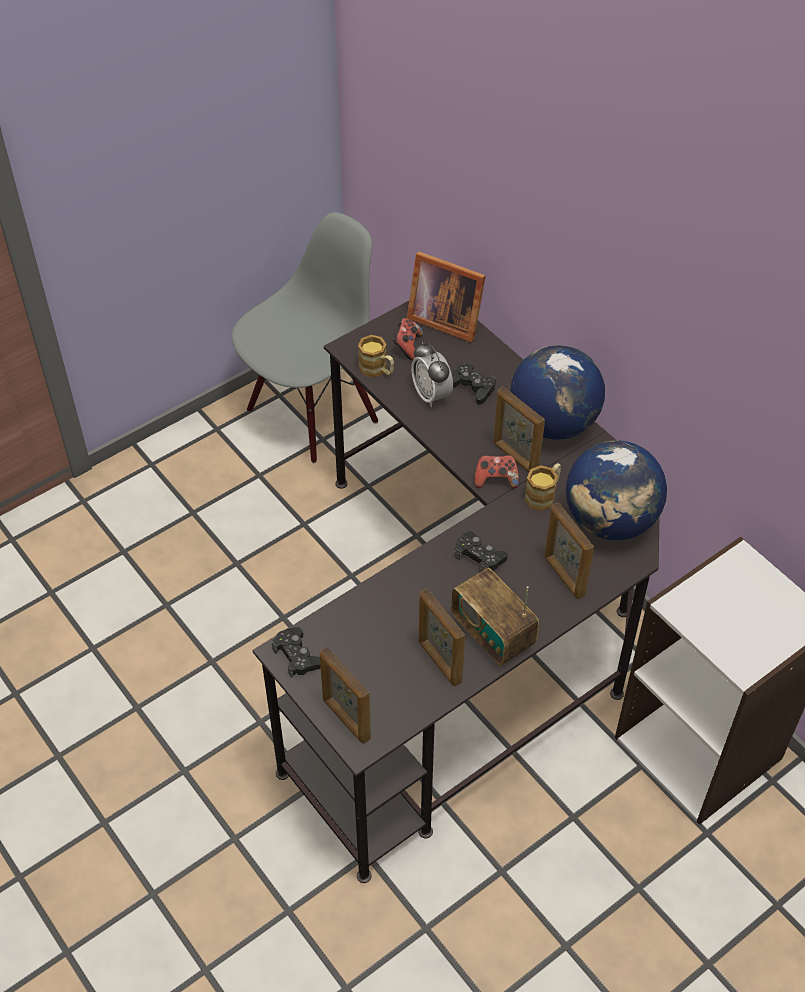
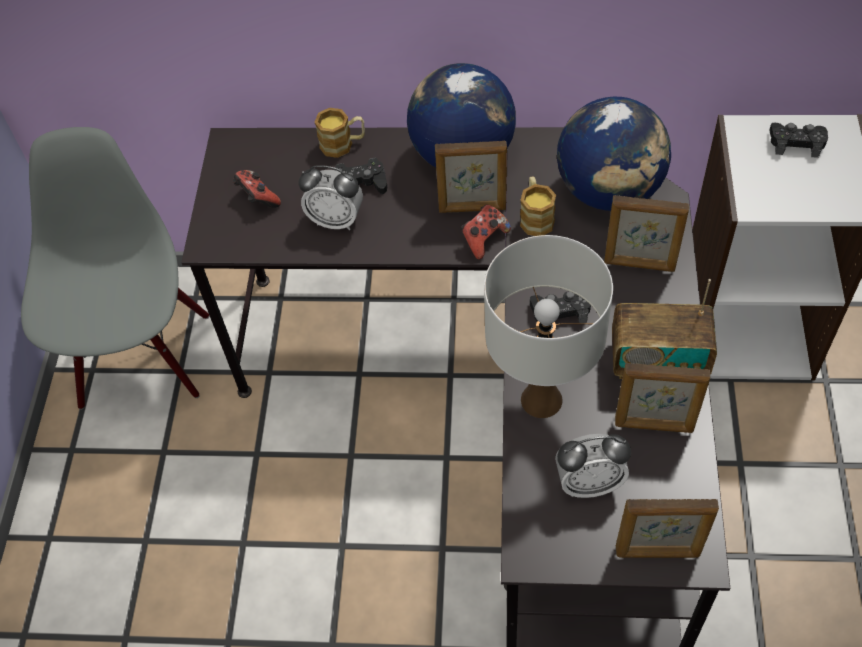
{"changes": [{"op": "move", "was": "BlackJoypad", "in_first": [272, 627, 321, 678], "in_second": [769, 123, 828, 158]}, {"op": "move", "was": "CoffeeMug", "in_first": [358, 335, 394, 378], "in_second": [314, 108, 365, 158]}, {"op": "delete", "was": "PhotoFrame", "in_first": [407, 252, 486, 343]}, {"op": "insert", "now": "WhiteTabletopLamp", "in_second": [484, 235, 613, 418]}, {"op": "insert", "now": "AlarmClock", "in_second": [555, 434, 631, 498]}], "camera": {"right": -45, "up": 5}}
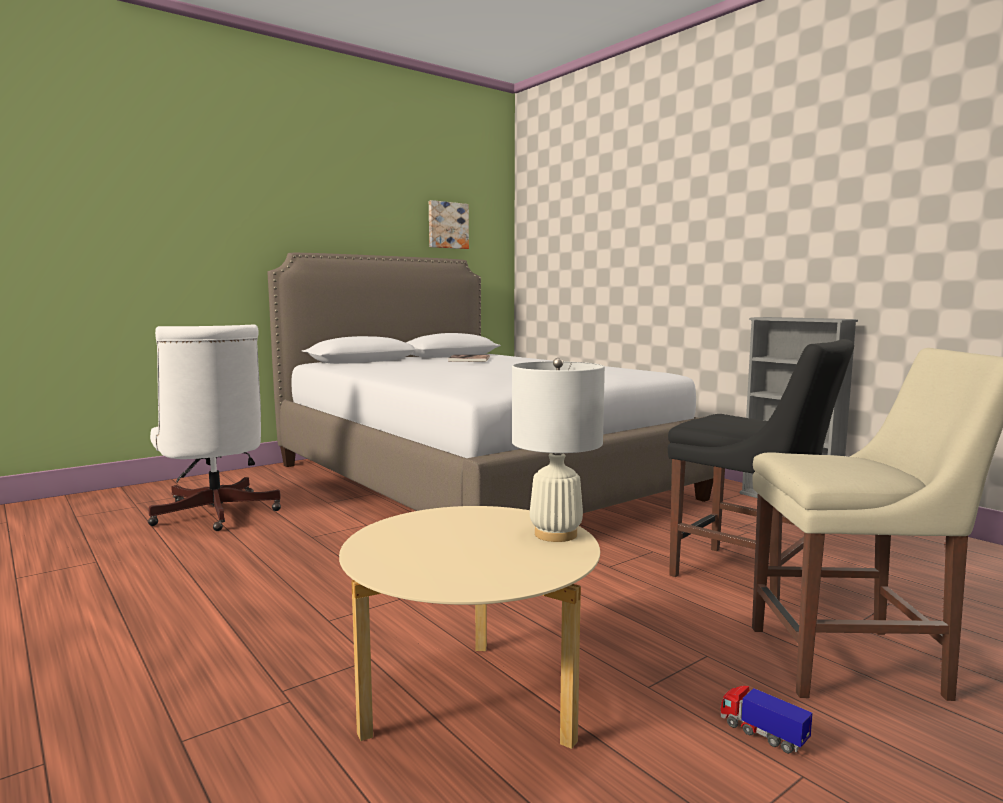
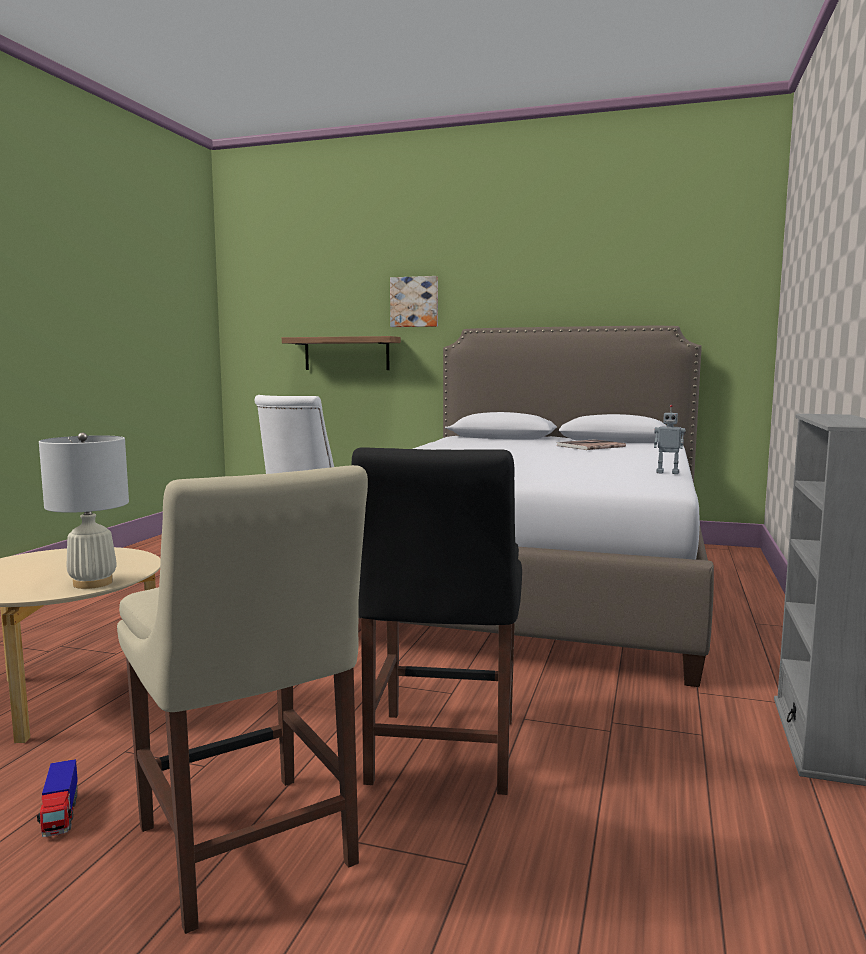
{"changes": [{"op": "move", "was": "WallArt", "in_first": [429, 200, 469, 249], "in_second": [390, 276, 438, 327]}, {"op": "rotate", "was": "ToyLorry", "in_first": [721, 686, 813, 754], "in_second": [37, 759, 78, 837], "clockwise": 150}, {"op": "insert", "now": "Shelf", "in_second": [282, 336, 401, 370]}, {"op": "insert", "now": "ModelRobot", "in_second": [654, 405, 686, 474]}], "camera": {"right": 55, "up": 0}}
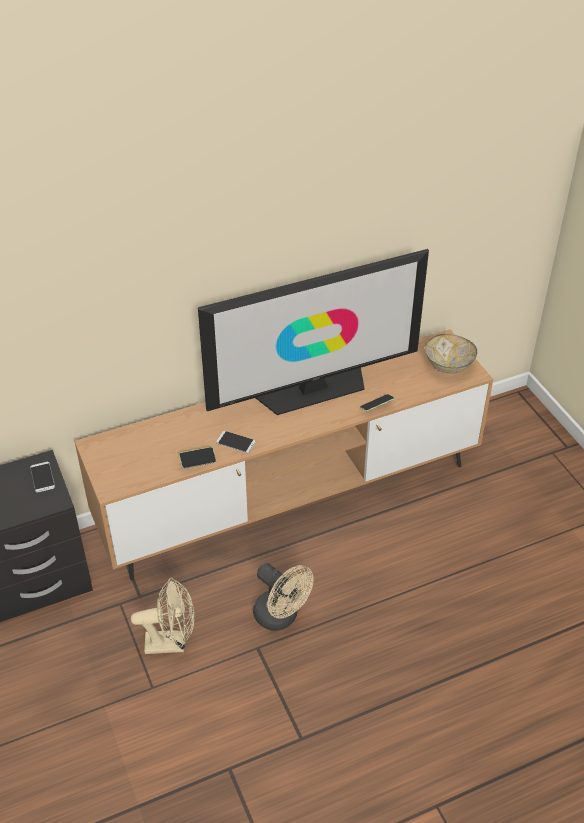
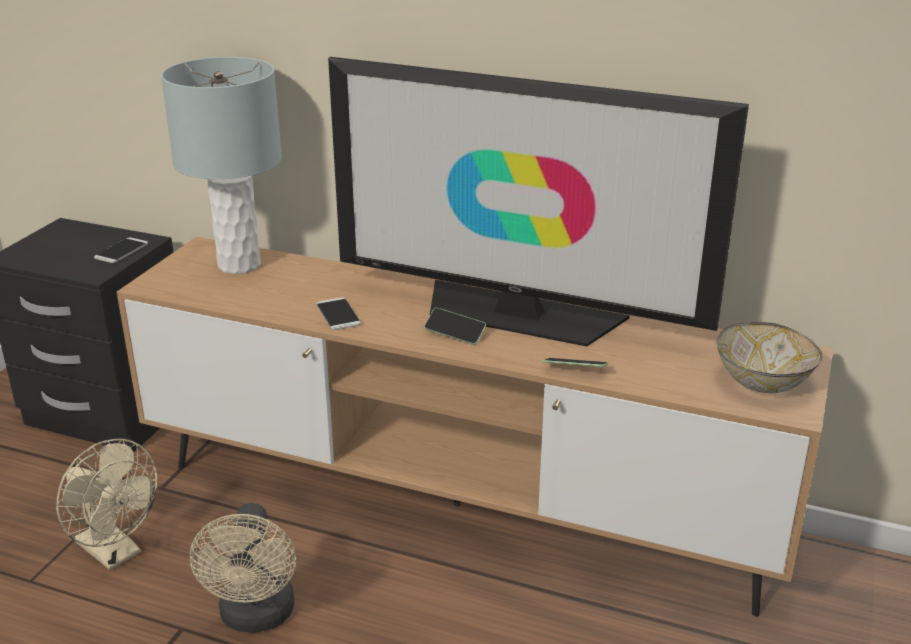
{"changes": [{"op": "move", "was": "Phone", "in_first": [179, 447, 216, 469], "in_second": [424, 308, 486, 345]}, {"op": "insert", "now": "GrayTabletopLamp", "in_second": [161, 57, 282, 274]}], "camera": {"right": 45, "up": -15}}
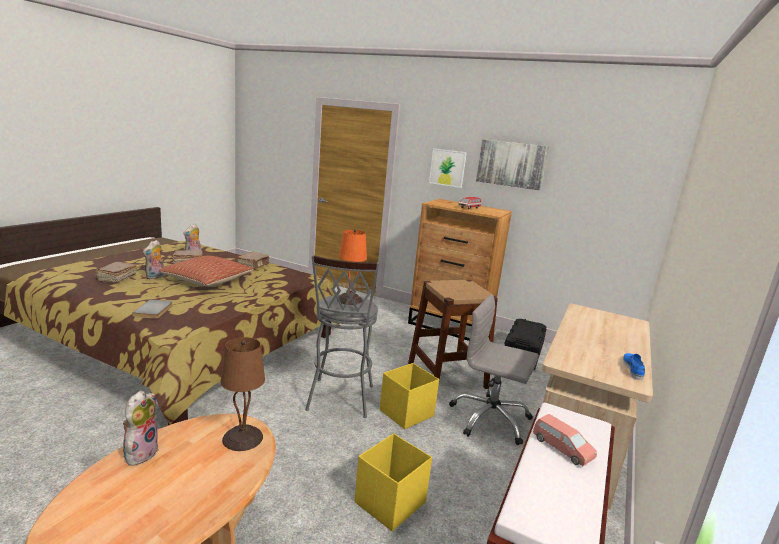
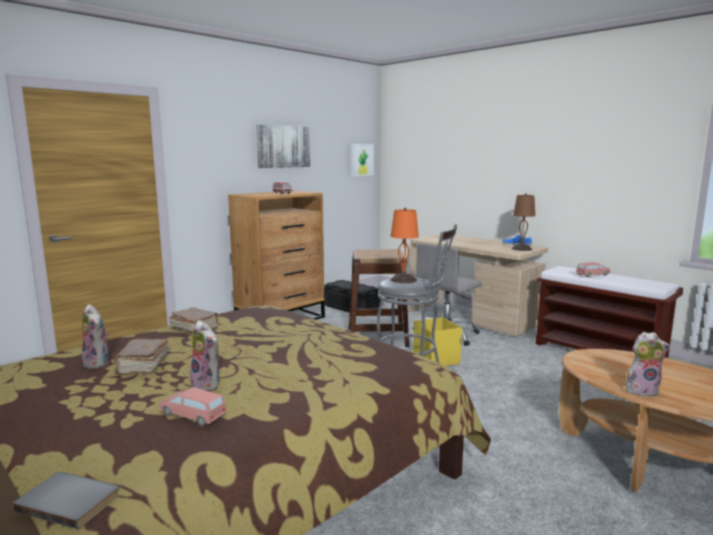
{"changes": [{"op": "replace", "was": "BrownishBook", "now": "PinkMiniatureCar", "in_first": [95, 262, 137, 284], "in_second": [159, 387, 226, 426]}, {"op": "rotate", "was": "CuddlyToy", "in_first": [123, 390, 159, 466], "in_second": [626, 332, 670, 397], "clockwise": 150}, {"op": "move", "was": "GrayBook", "in_first": [132, 299, 173, 319], "in_second": [12, 472, 119, 529]}, {"op": "delete", "was": "Cushion", "in_first": [159, 256, 254, 287]}, {"op": "move", "was": "BrownishTabletopLamp", "in_first": [220, 337, 265, 451], "in_second": [511, 193, 535, 251]}, {"op": "delete", "was": "YellowishStorageBin", "in_first": [355, 433, 432, 531]}, {"op": "move", "was": "WallArt", "in_first": [429, 148, 467, 188], "in_second": [351, 144, 374, 176]}], "camera": {"right": -70, "up": -5}}
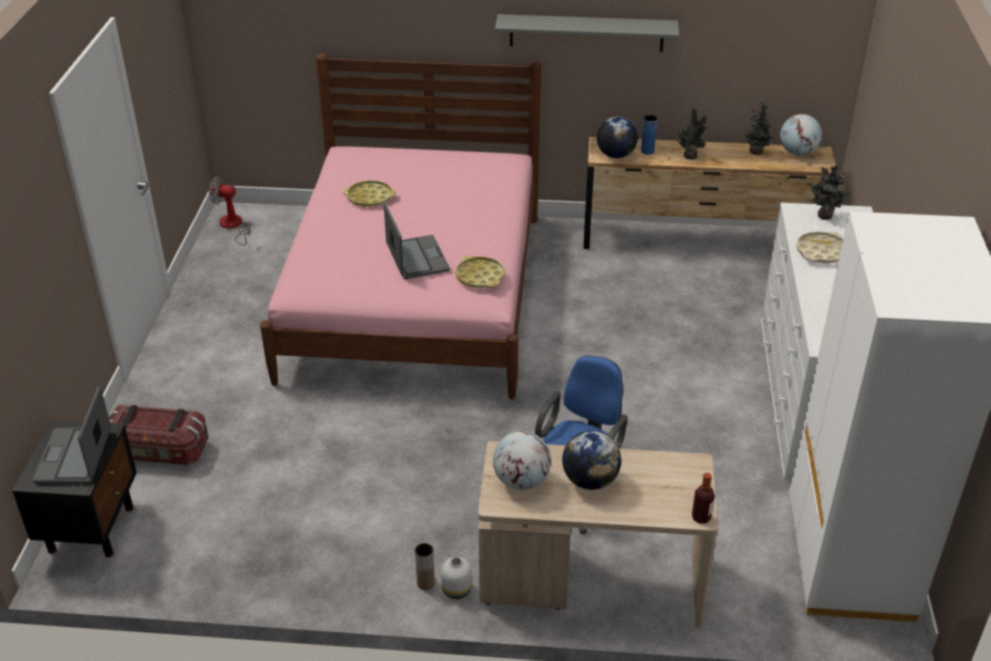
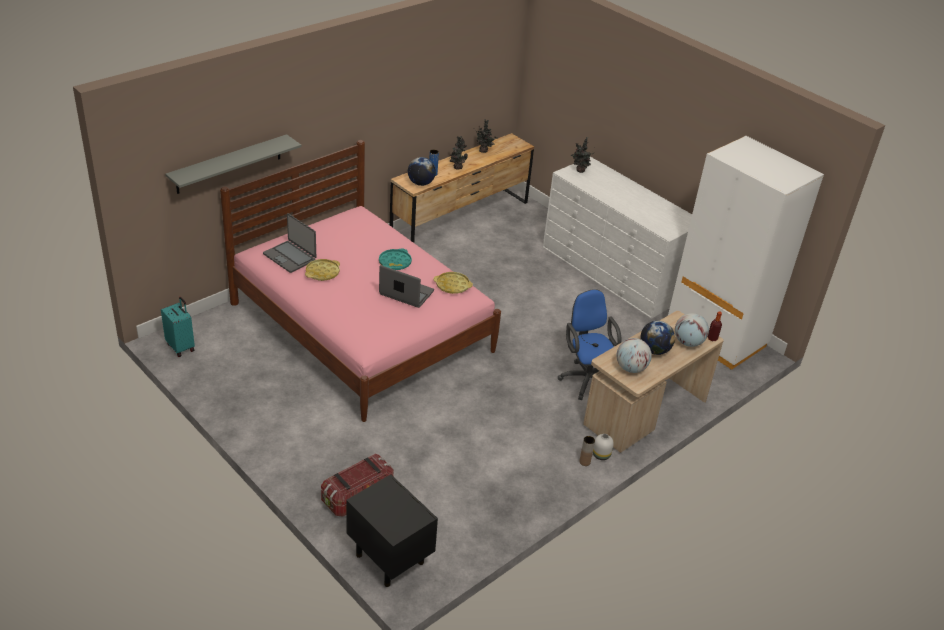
{"changes": [{"op": "move", "was": "PortableComputer", "in_first": [33, 386, 111, 484], "in_second": [263, 213, 316, 273]}, {"op": "replace", "was": "Fan", "now": "TurquoiseTravelCase", "in_first": [209, 176, 251, 246], "in_second": [161, 297, 195, 357]}, {"op": "move", "was": "GrayShelf", "in_first": [495, 14, 679, 52], "in_second": [165, 134, 301, 194]}, {"op": "move", "was": "Globe", "in_first": [780, 114, 822, 155], "in_second": [675, 313, 709, 347]}, {"op": "delete", "was": "BeigeColouredServingTray", "in_first": [796, 231, 843, 263]}, {"op": "insert", "now": "TurquoiseServingTray", "in_second": [379, 248, 412, 270]}], "camera": {"right": -50, "up": 0}}
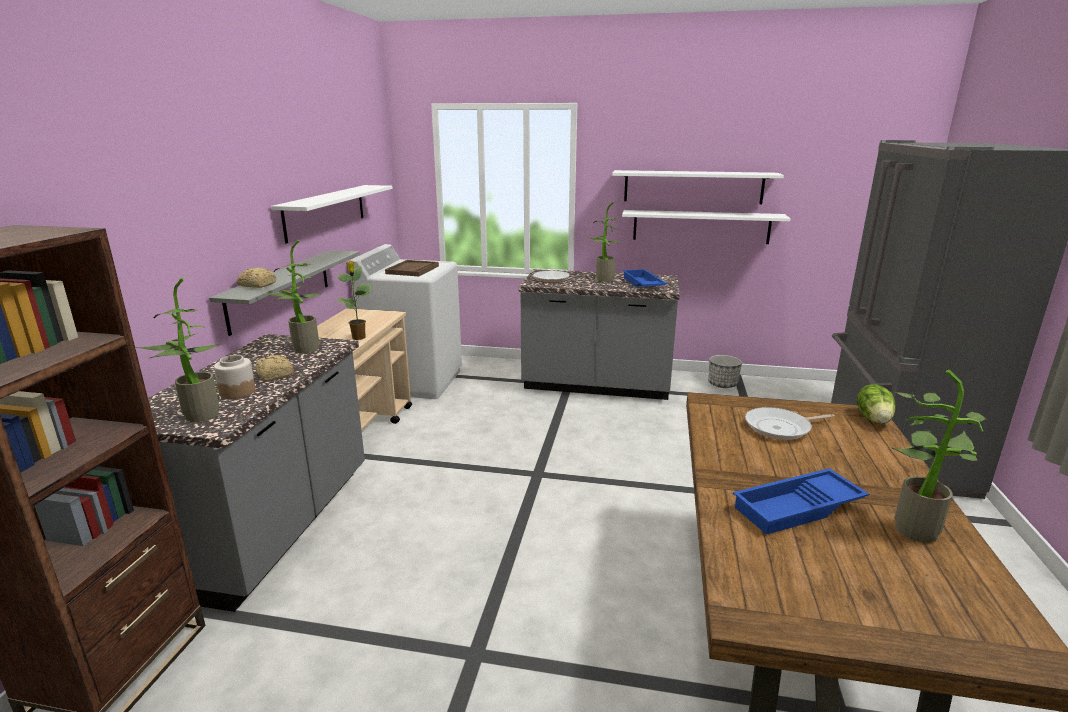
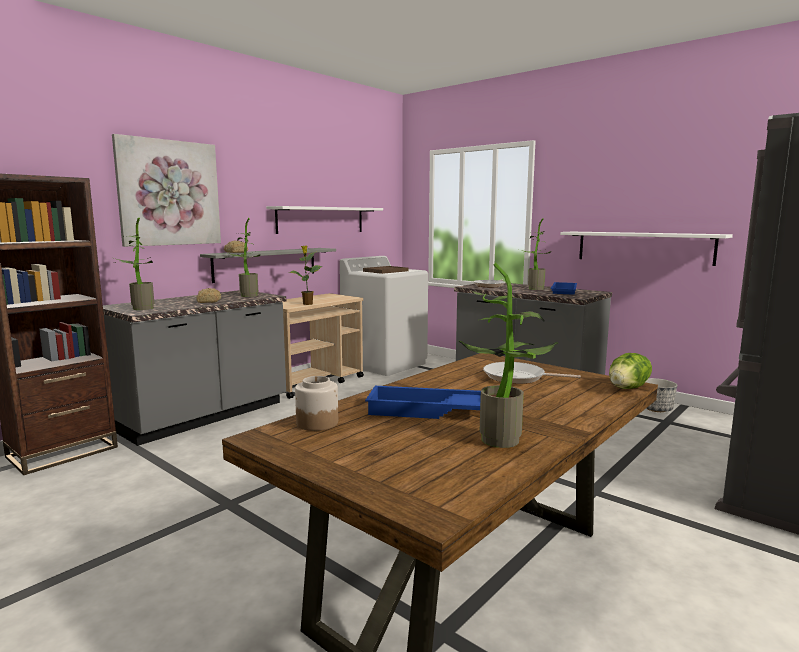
{"changes": [{"op": "move", "was": "Jar", "in_first": [214, 355, 256, 399], "in_second": [295, 376, 338, 431]}, {"op": "delete", "was": "WhiteShelf", "in_first": [612, 170, 784, 204]}, {"op": "insert", "now": "WallArt", "in_second": [112, 134, 221, 247]}], "camera": {"right": 30, "up": -10}}
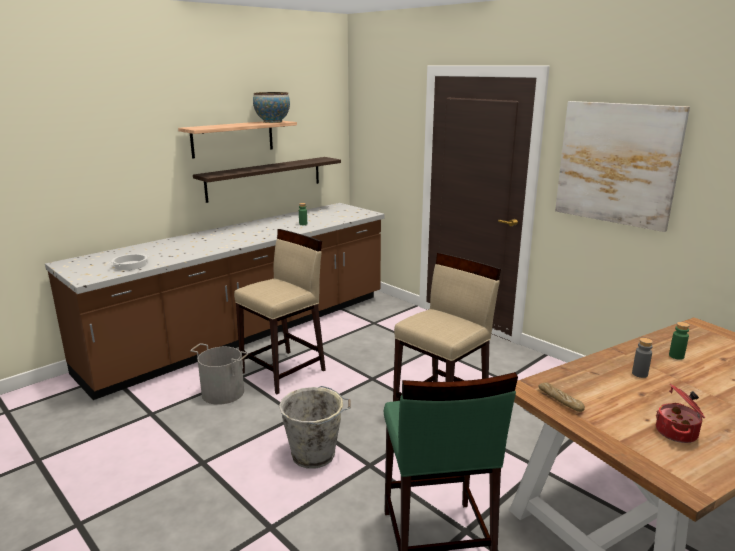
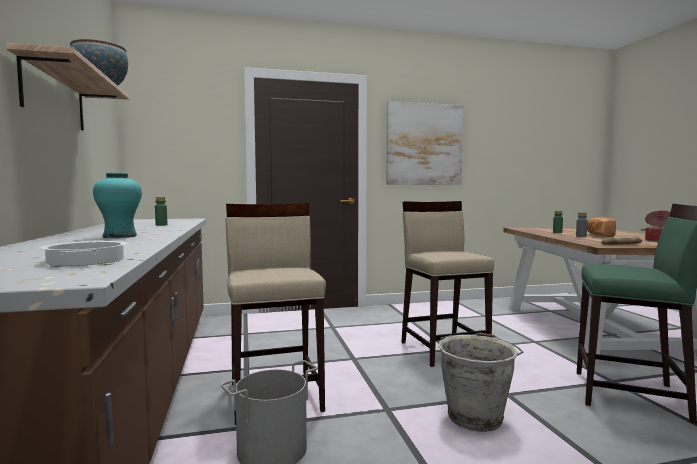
{"changes": [{"op": "delete", "was": "Shelf", "in_first": [193, 157, 341, 203]}, {"op": "insert", "now": "TurquoiseVase", "in_second": [93, 172, 142, 238]}, {"op": "insert", "now": "Bread", "in_second": [587, 217, 616, 237]}], "camera": {"right": -60, "up": -15}}
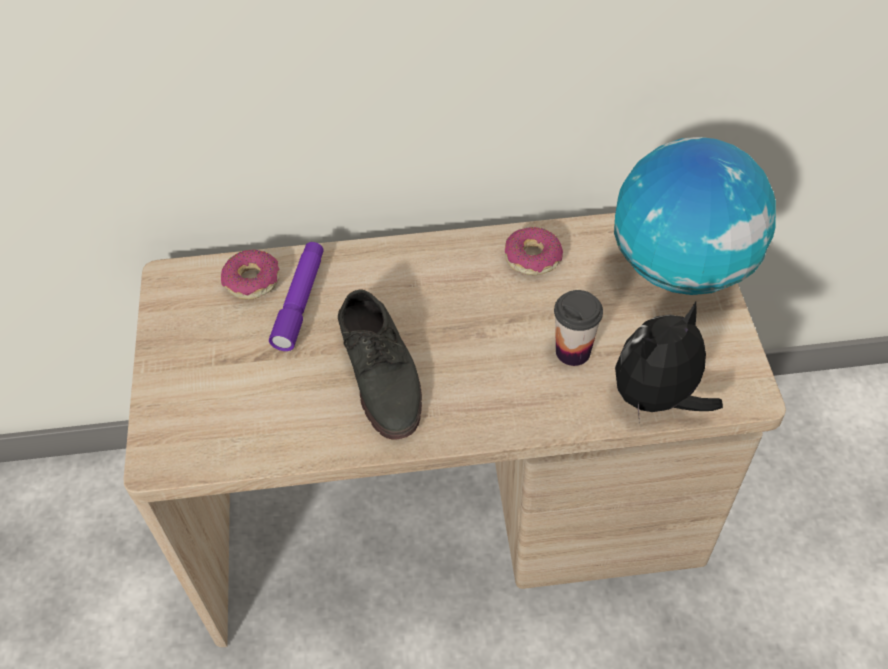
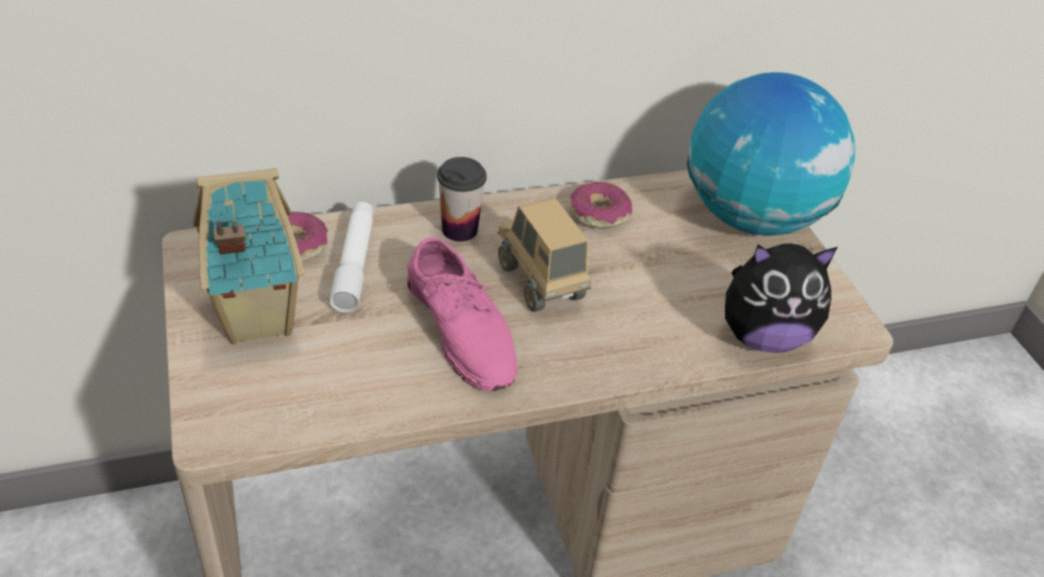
{"changes": [{"op": "recolor", "was": "PurpleFlashlight", "now": "WhiteFlashlight", "in_first": [269, 242, 324, 351], "in_second": [329, 202, 374, 313]}, {"op": "recolor", "was": "GrayLowShoe", "now": "PinkLowShoe", "in_first": [338, 289, 422, 440], "in_second": [407, 237, 517, 391]}, {"op": "move", "was": "SmallCup", "in_first": [554, 290, 603, 366], "in_second": [437, 157, 487, 242]}, {"op": "rotate", "was": "CuddlyToy", "in_first": [615, 301, 723, 424], "in_second": [725, 243, 838, 353], "clockwise": -135}, {"op": "insert", "now": "MiniatureHouse", "in_second": [193, 168, 304, 344]}, {"op": "insert", "now": "ToyLorry", "in_second": [498, 197, 591, 312]}], "camera": {"right": -15, "up": -10}}
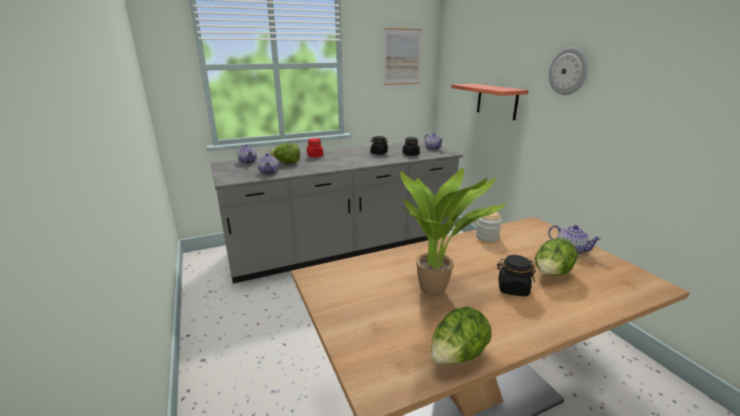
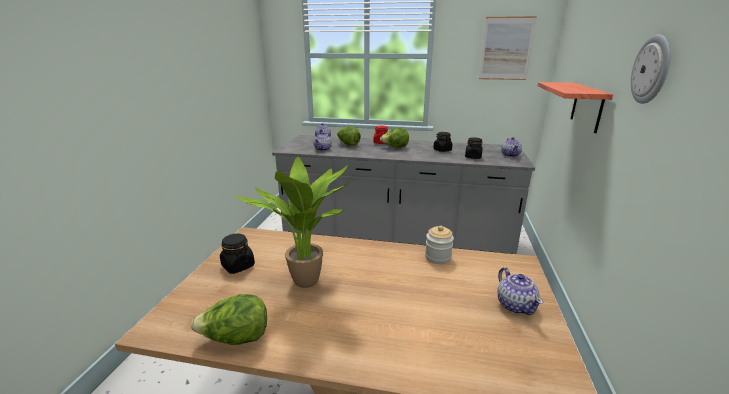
{"changes": [{"op": "move", "was": "BlackJar", "in_first": [497, 255, 536, 296], "in_second": [220, 234, 255, 274]}, {"op": "move", "was": "Lettuce", "in_first": [535, 238, 578, 276], "in_second": [380, 128, 409, 148]}], "camera": {"right": 35, "up": 0}}
